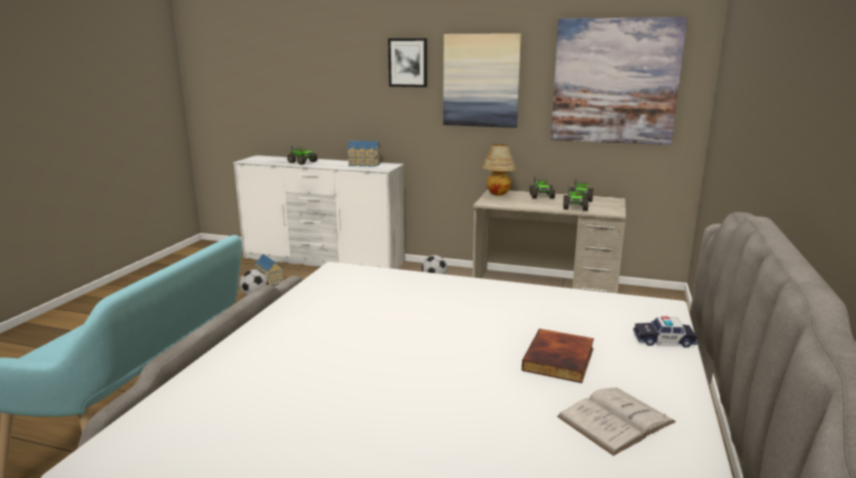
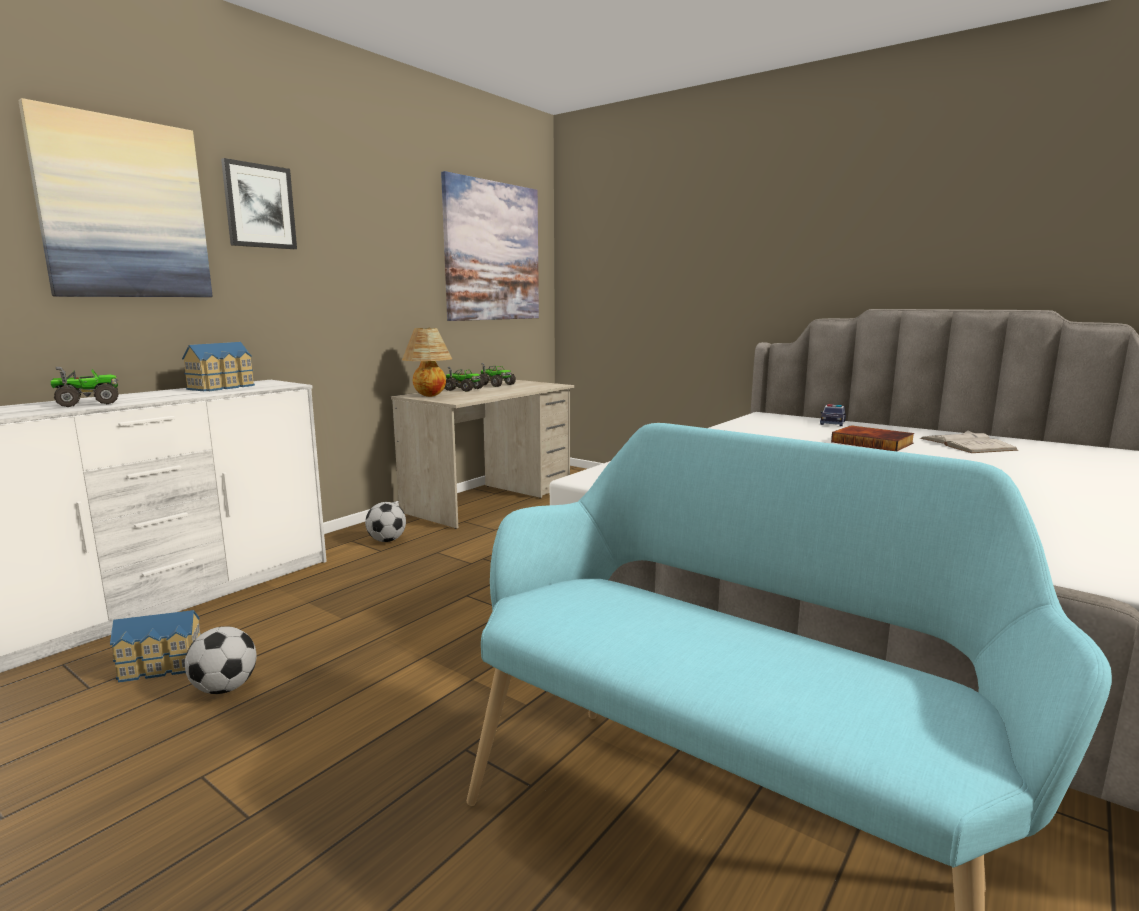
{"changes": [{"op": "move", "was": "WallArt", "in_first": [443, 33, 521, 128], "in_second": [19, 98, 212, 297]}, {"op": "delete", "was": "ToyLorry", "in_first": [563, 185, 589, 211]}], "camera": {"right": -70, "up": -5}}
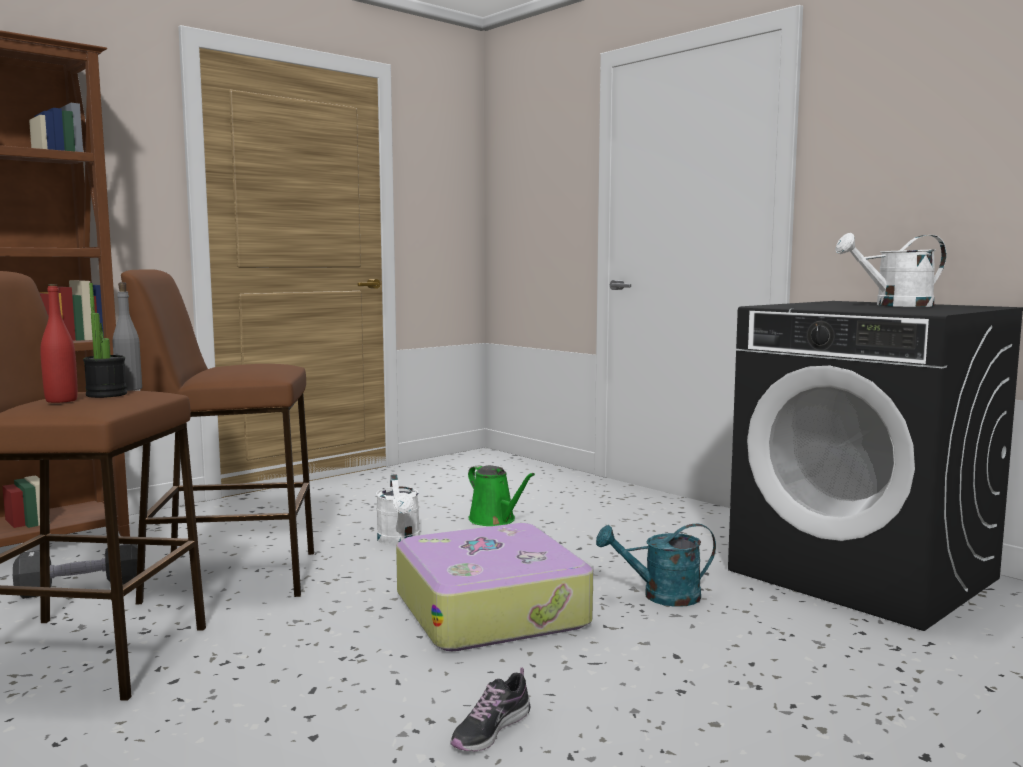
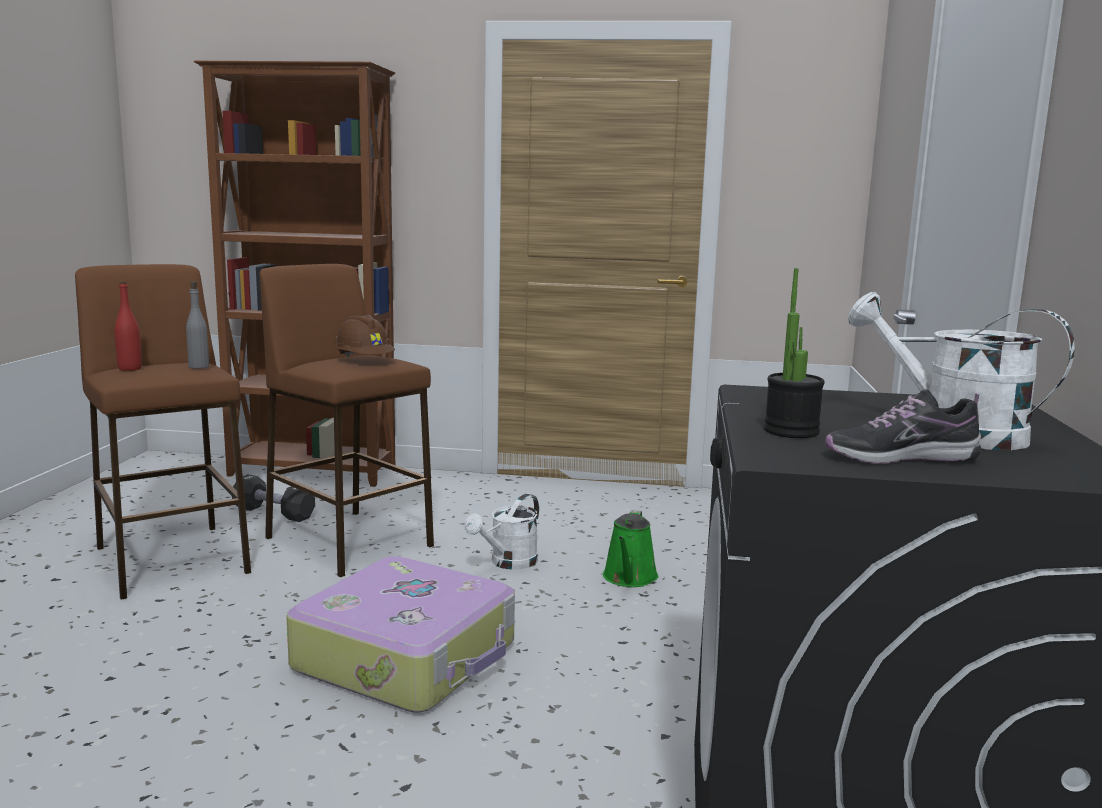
{"changes": [{"op": "move", "was": "Houseplant", "in_first": [83, 283, 127, 398], "in_second": [764, 268, 825, 438]}, {"op": "move", "was": "LowShoe", "in_first": [450, 667, 530, 751], "in_second": [825, 390, 981, 464]}, {"op": "delete", "was": "TurquoiseSprinklingCan", "in_first": [596, 523, 716, 607]}, {"op": "insert", "now": "BrownishWorkHelmet", "in_second": [334, 315, 395, 357]}], "camera": {"right": 50, "up": 5}}
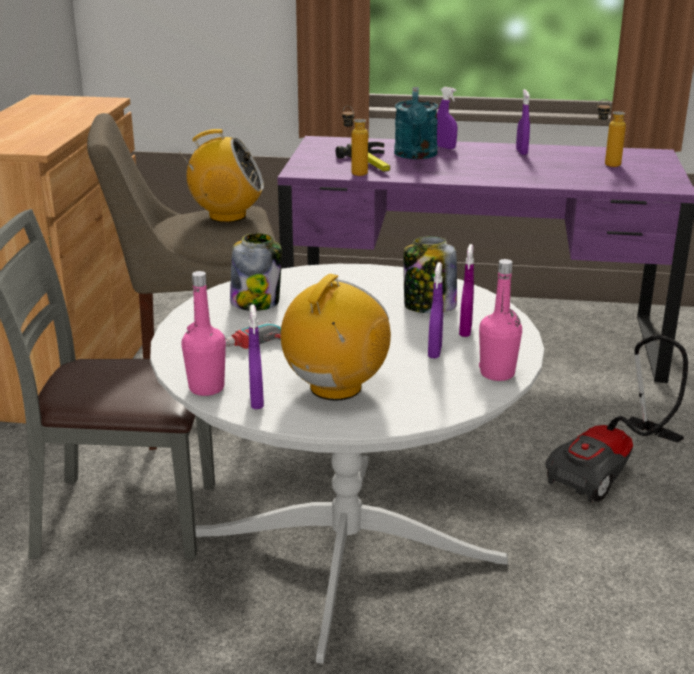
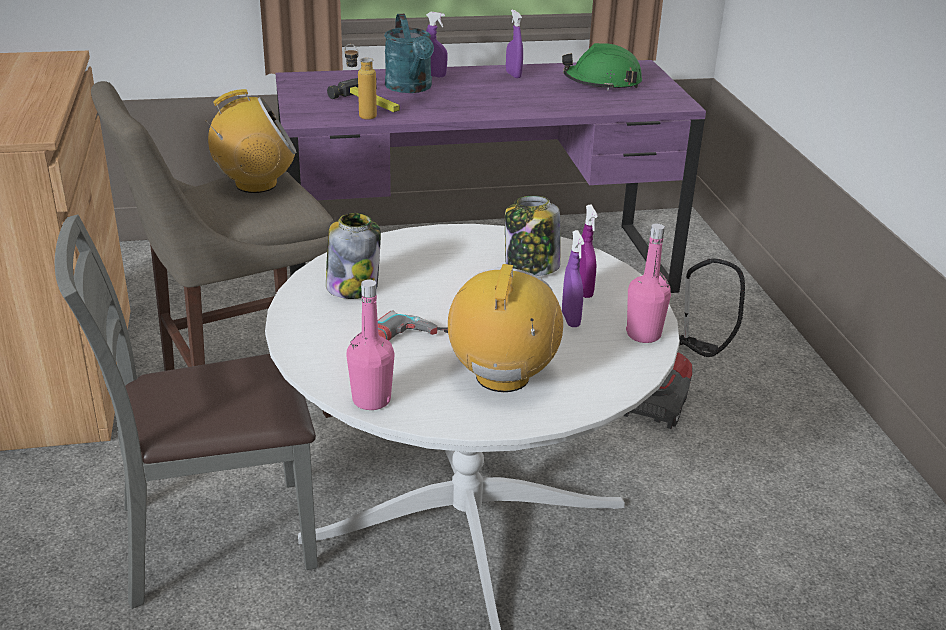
{"changes": [{"op": "delete", "was": "PurpleHandSprayer", "in_first": [249, 304, 264, 409]}, {"op": "replace", "was": "BeverageBottle", "now": "GreenWorkHelmet", "in_first": [597, 99, 626, 167], "in_second": [562, 43, 642, 91]}], "camera": {"right": -20, "up": 5}}
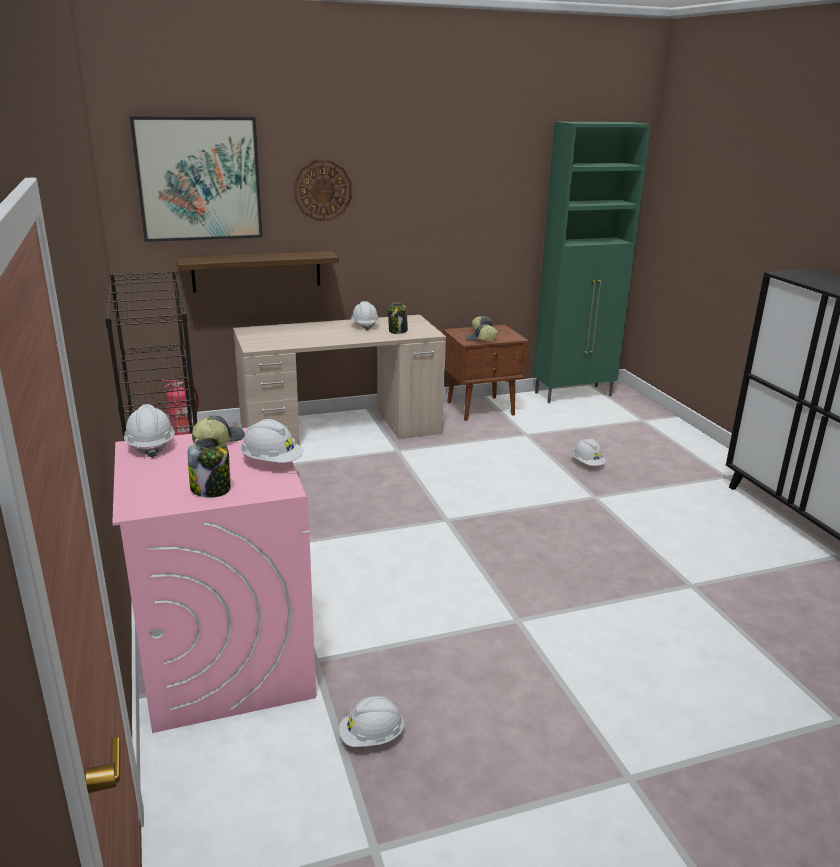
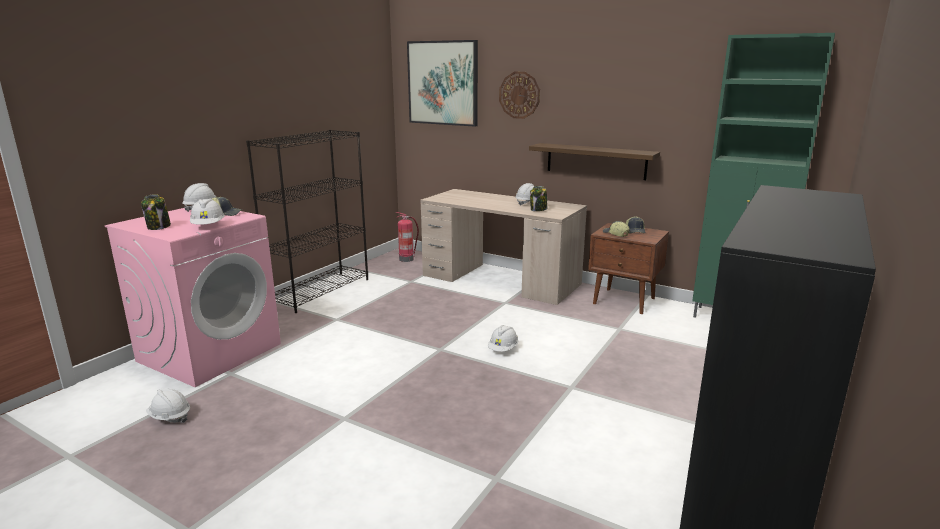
{"changes": [{"op": "move", "was": "Shelf", "in_first": [176, 251, 339, 293], "in_second": [529, 143, 660, 180]}, {"op": "move", "was": "WhiteWorkHelmet", "in_first": [572, 438, 606, 466], "in_second": [488, 325, 518, 352]}], "camera": {"right": 50, "up": -5}}
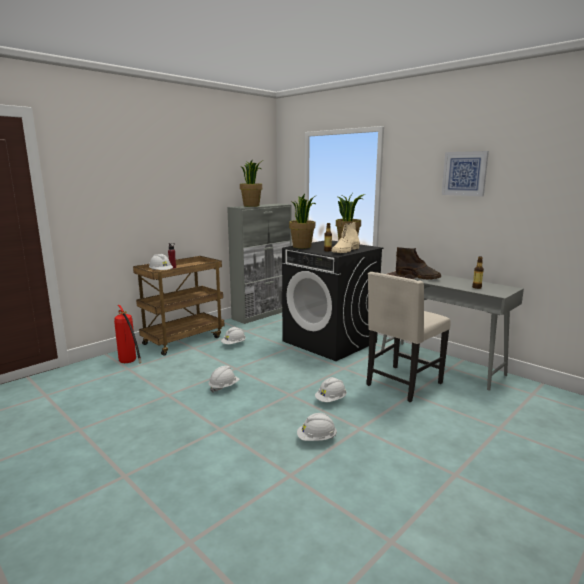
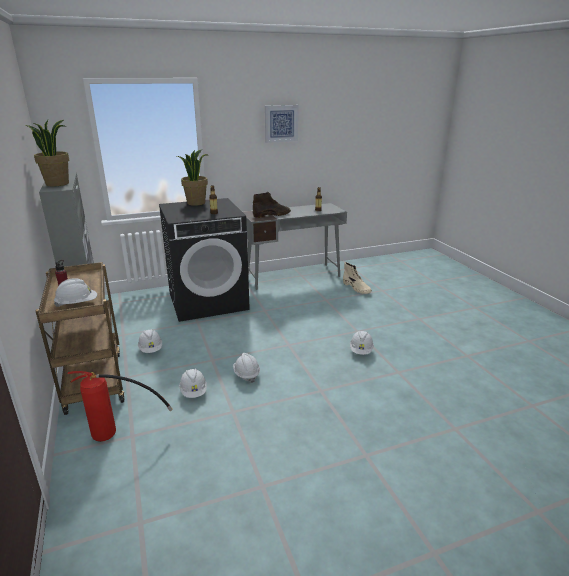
{"changes": [{"op": "delete", "was": "Houseplant", "in_first": [289, 194, 317, 249]}, {"op": "move", "was": "WhiteWorkHelmet", "in_first": [315, 377, 347, 402], "in_second": [179, 369, 207, 398]}, {"op": "move", "was": "BeigeColouredTallBoot", "in_first": [331, 222, 360, 253], "in_second": [343, 262, 372, 294]}, {"op": "delete", "was": "BeigeColouredUprightChair", "in_first": [366, 272, 451, 402]}], "camera": {"right": -65, "up": 10}}
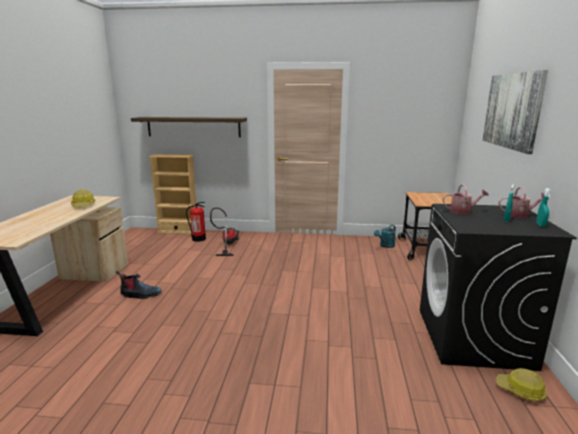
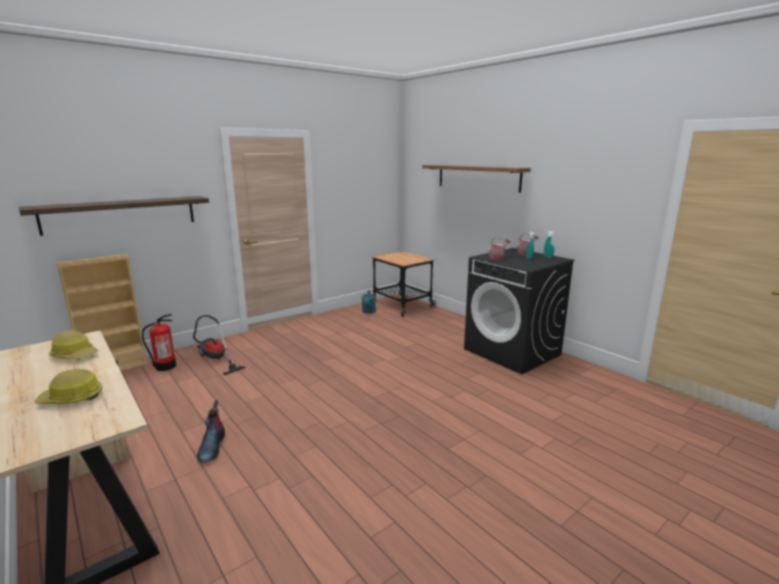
{"changes": [{"op": "rotate", "was": "TallBoot", "in_first": [116, 271, 162, 299], "in_second": [197, 400, 225, 463], "clockwise": 135}, {"op": "replace", "was": "WallArt", "now": "Shelf", "in_first": [483, 70, 548, 154], "in_second": [422, 165, 531, 193]}, {"op": "move", "was": "WorkHelmet", "in_first": [496, 368, 547, 401], "in_second": [34, 369, 103, 404]}], "camera": {"right": -45, "up": 0}}
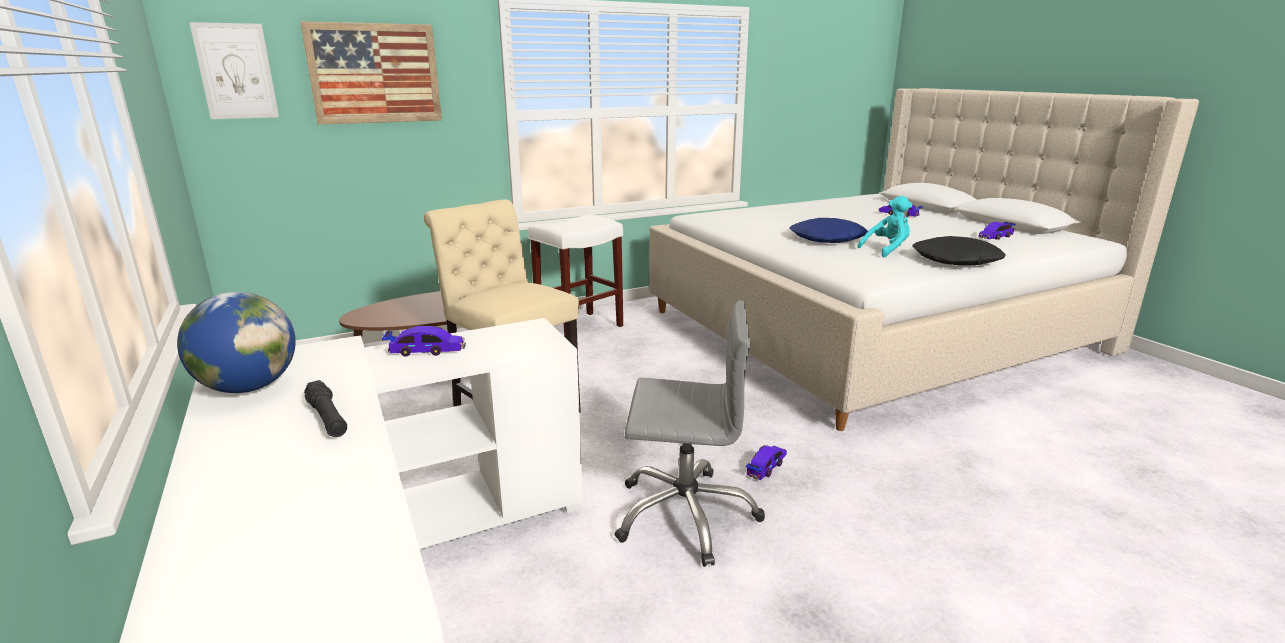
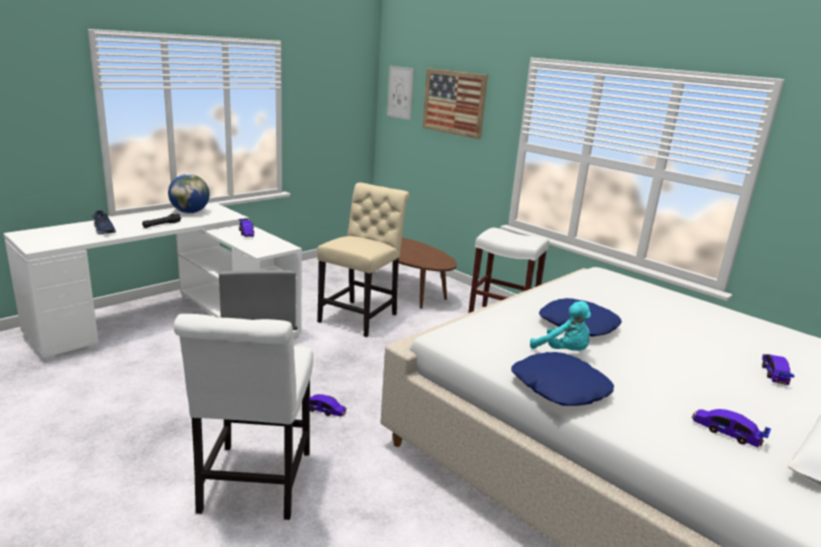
{"changes": [{"op": "recolor", "was": "BlackCushion", "now": "BlueColouredCushion", "in_first": [912, 236, 1006, 266], "in_second": [511, 352, 614, 406]}, {"op": "insert", "now": "BlueColouredLowShoe", "in_second": [92, 210, 116, 234]}, {"op": "insert", "now": "WhiteUprightChair", "in_second": [174, 314, 313, 520]}], "camera": {"right": 70, "up": 0}}
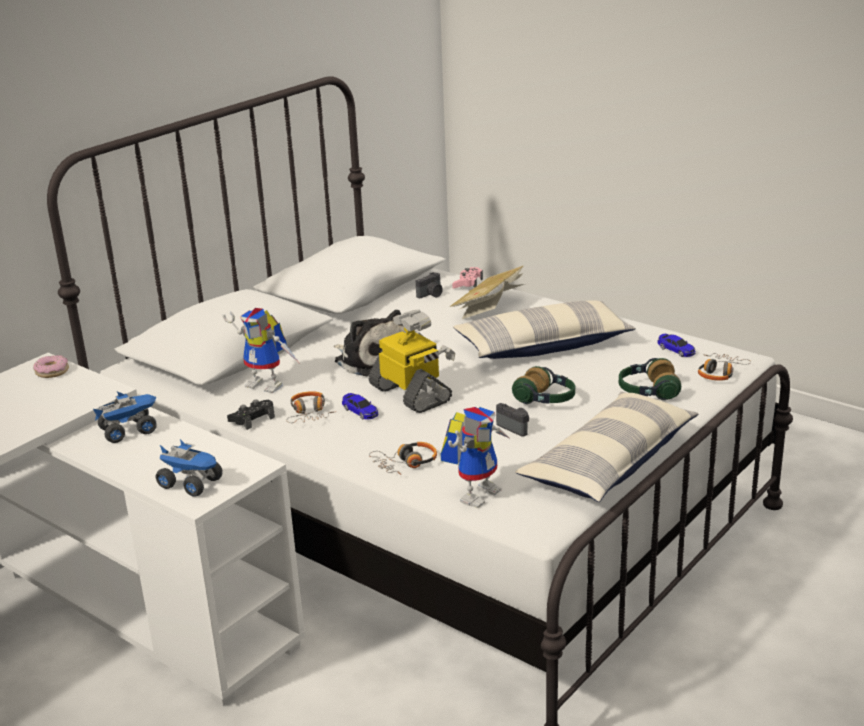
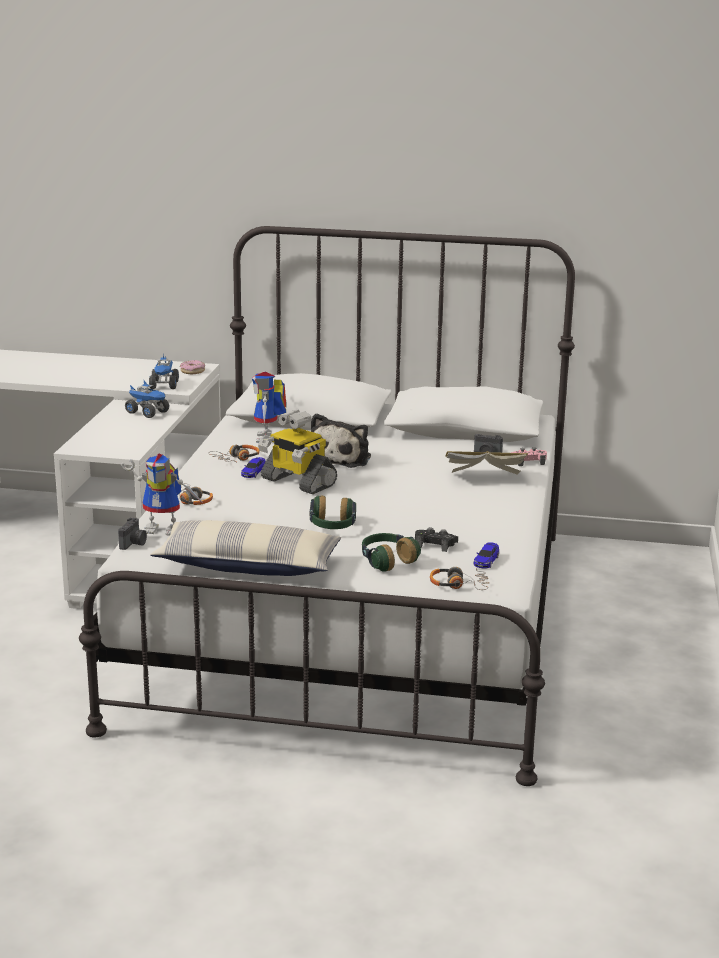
{"changes": [{"op": "move", "was": "ToyLorry", "in_first": [156, 439, 223, 497], "in_second": [149, 353, 179, 389]}, {"op": "move", "was": "BlackJoypad", "in_first": [227, 400, 275, 430], "in_second": [415, 527, 458, 552]}, {"op": "rotate", "was": "ModelRobot", "in_first": [368, 309, 455, 413], "in_second": [258, 410, 337, 494], "clockwise": 105}, {"op": "delete", "was": "Cushion", "in_first": [453, 300, 636, 359]}, {"op": "move", "was": "StillCamera", "in_first": [496, 403, 529, 437], "in_second": [118, 518, 147, 550]}], "camera": {"right": 60, "up": -5}}
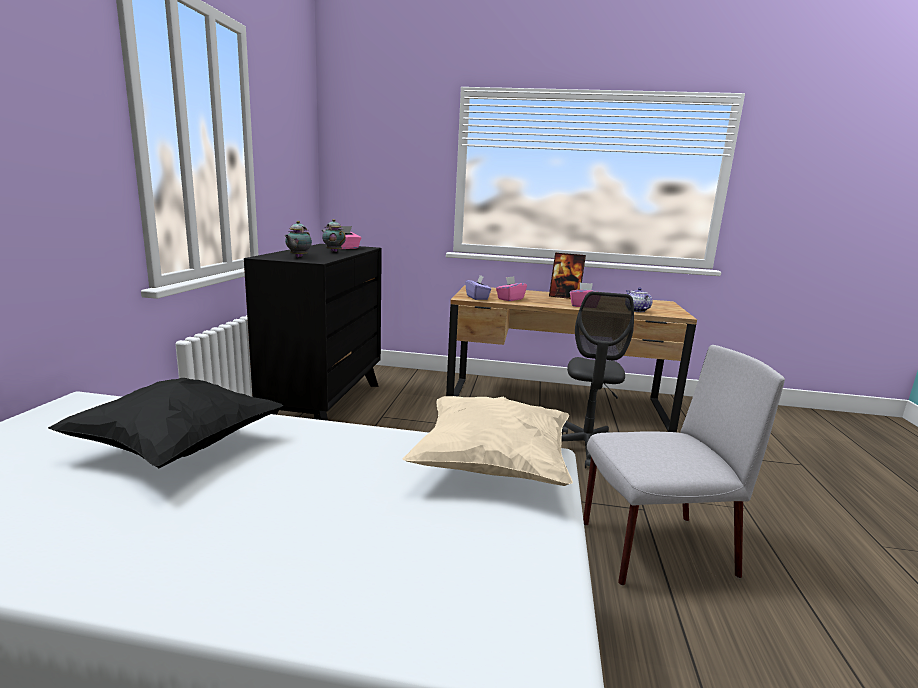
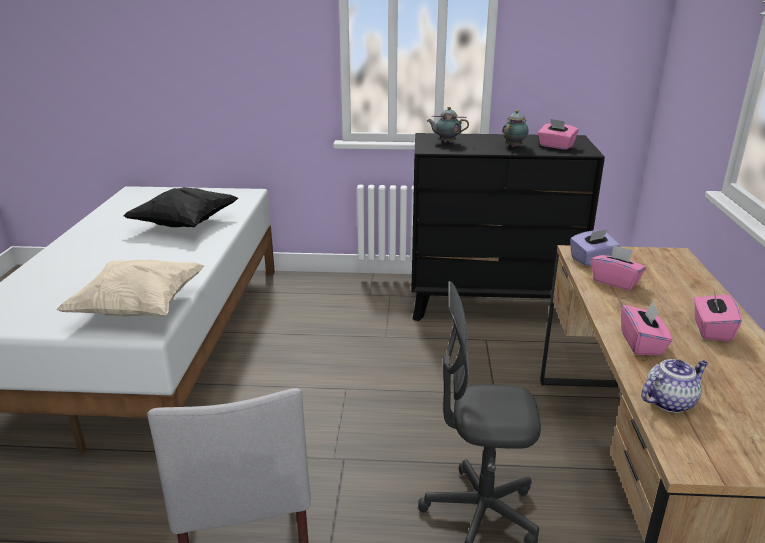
{"changes": [{"op": "replace", "was": "PhotoFrame", "now": "PinkTissueHolder", "in_first": [549, 253, 586, 299], "in_second": [694, 288, 742, 342]}], "camera": {"right": 85, "up": 10}}
